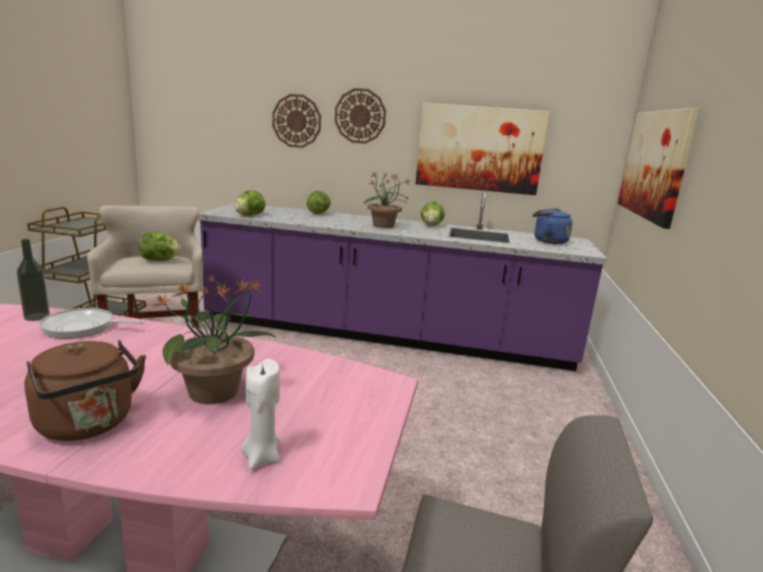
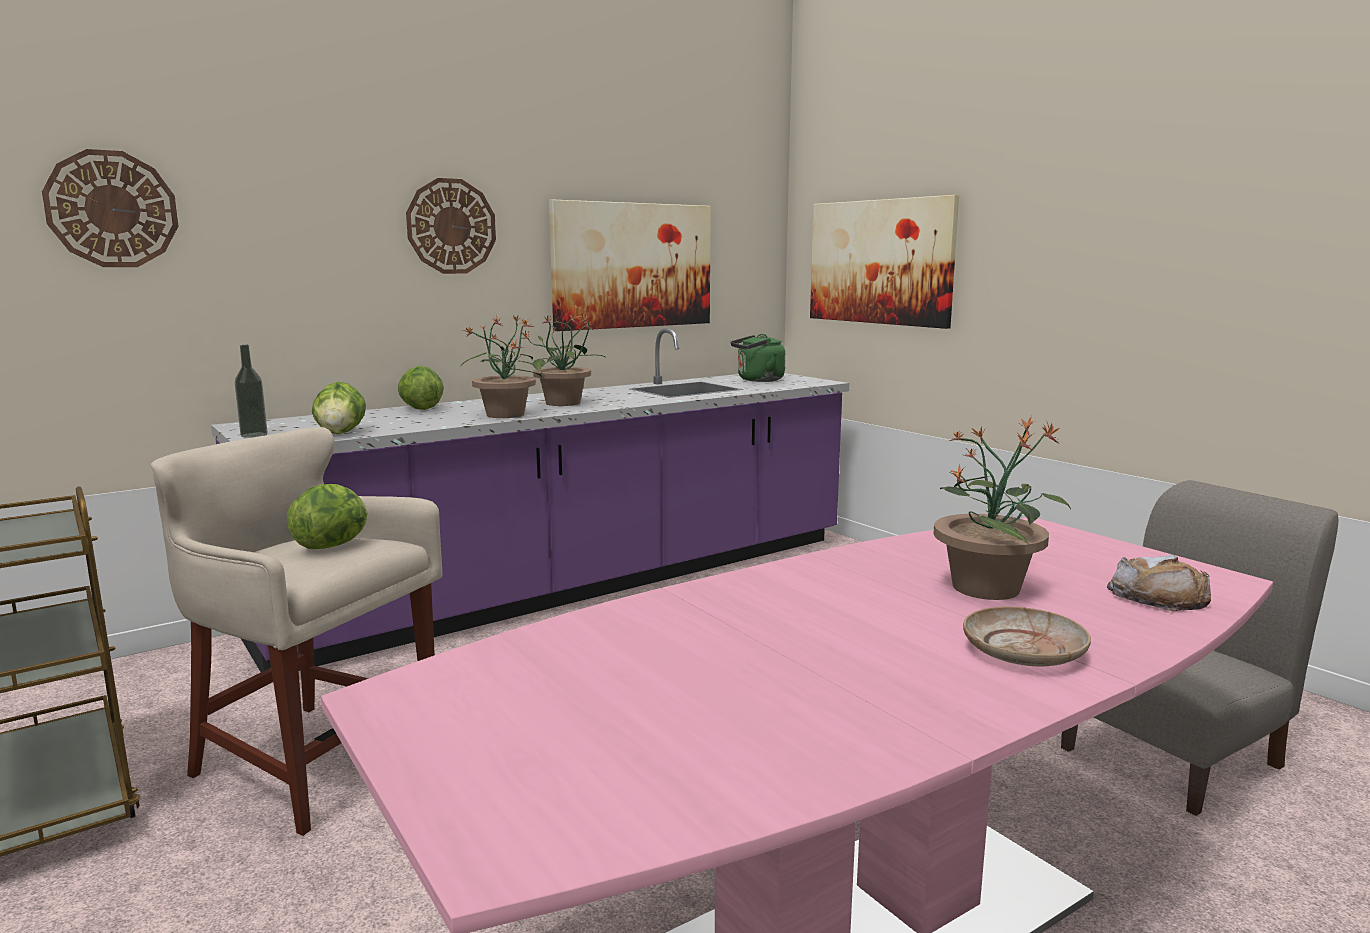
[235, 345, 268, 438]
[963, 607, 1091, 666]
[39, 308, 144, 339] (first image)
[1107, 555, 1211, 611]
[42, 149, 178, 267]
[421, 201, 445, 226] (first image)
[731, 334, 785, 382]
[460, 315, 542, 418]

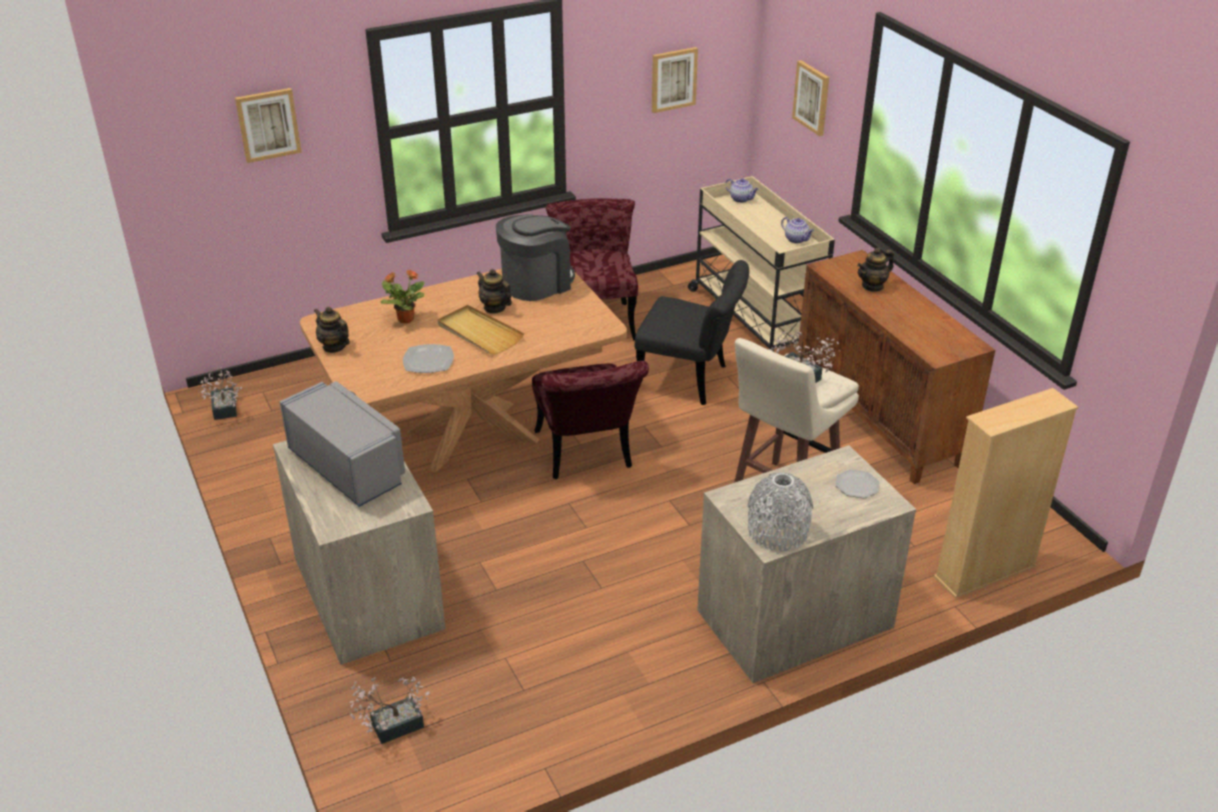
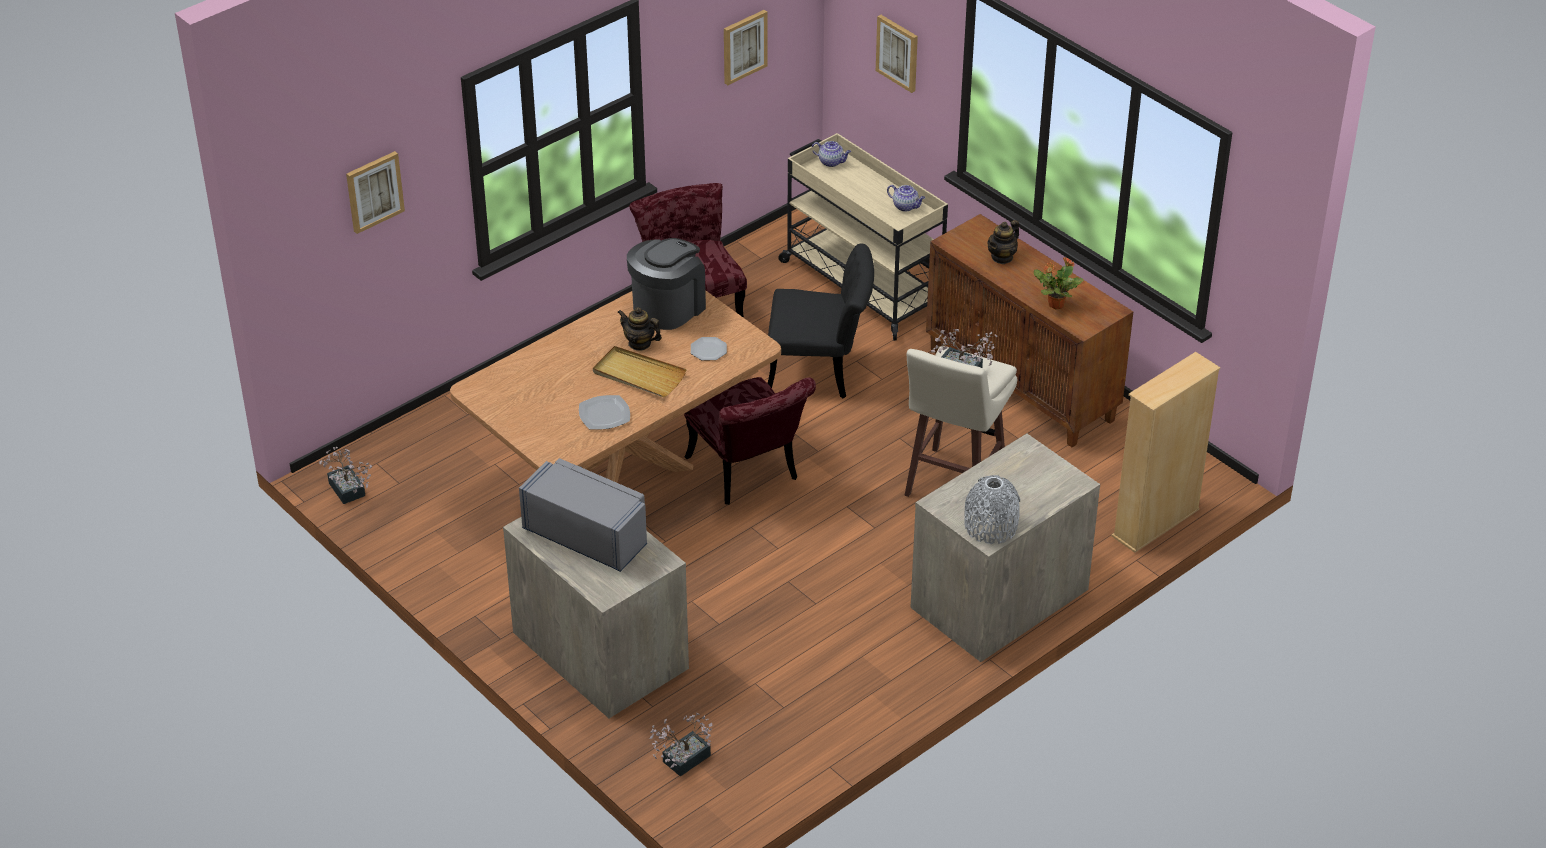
[314, 307, 350, 353] (first image)
[1034, 257, 1084, 309]
[691, 337, 727, 360]

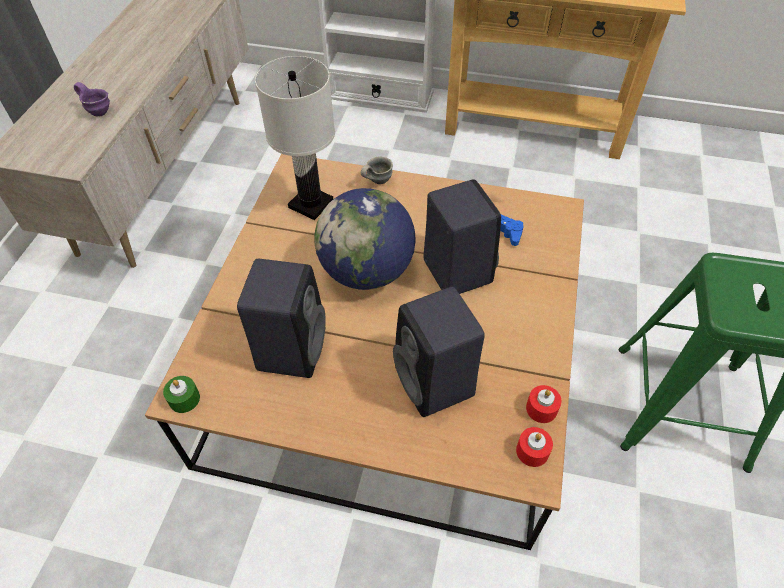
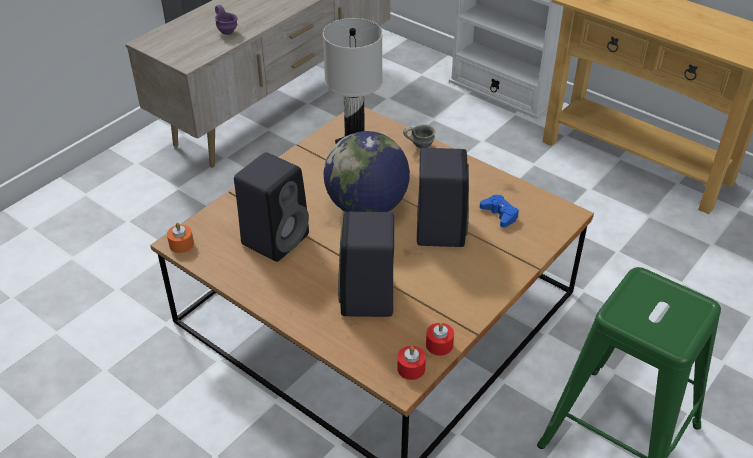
[167, 223, 194, 253]

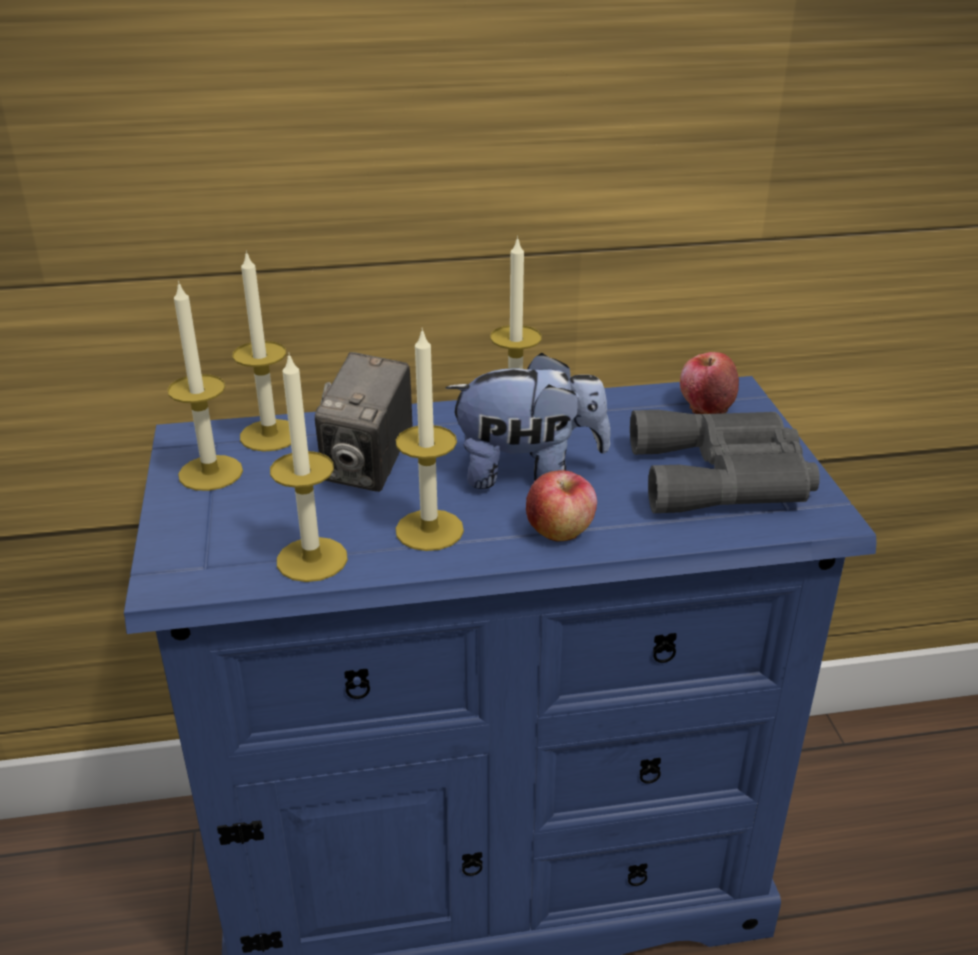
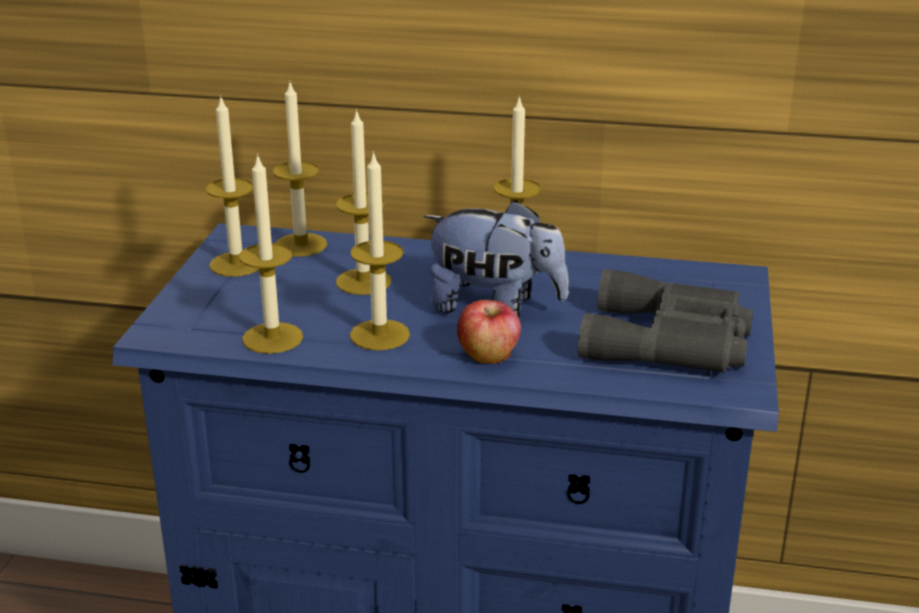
[336, 109, 391, 295]
[680, 352, 739, 414] (first image)

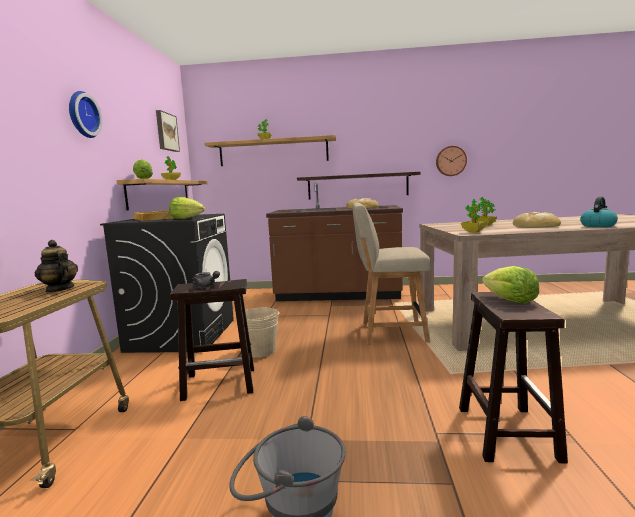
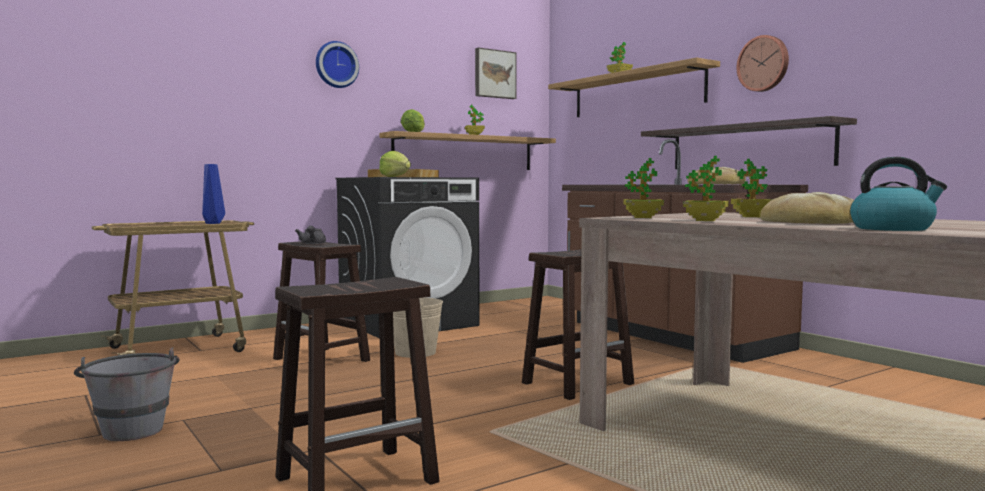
[202, 164, 225, 224]
[522, 249, 634, 400]
[737, 35, 789, 92]
[482, 266, 539, 303] (first image)
[683, 156, 729, 221]

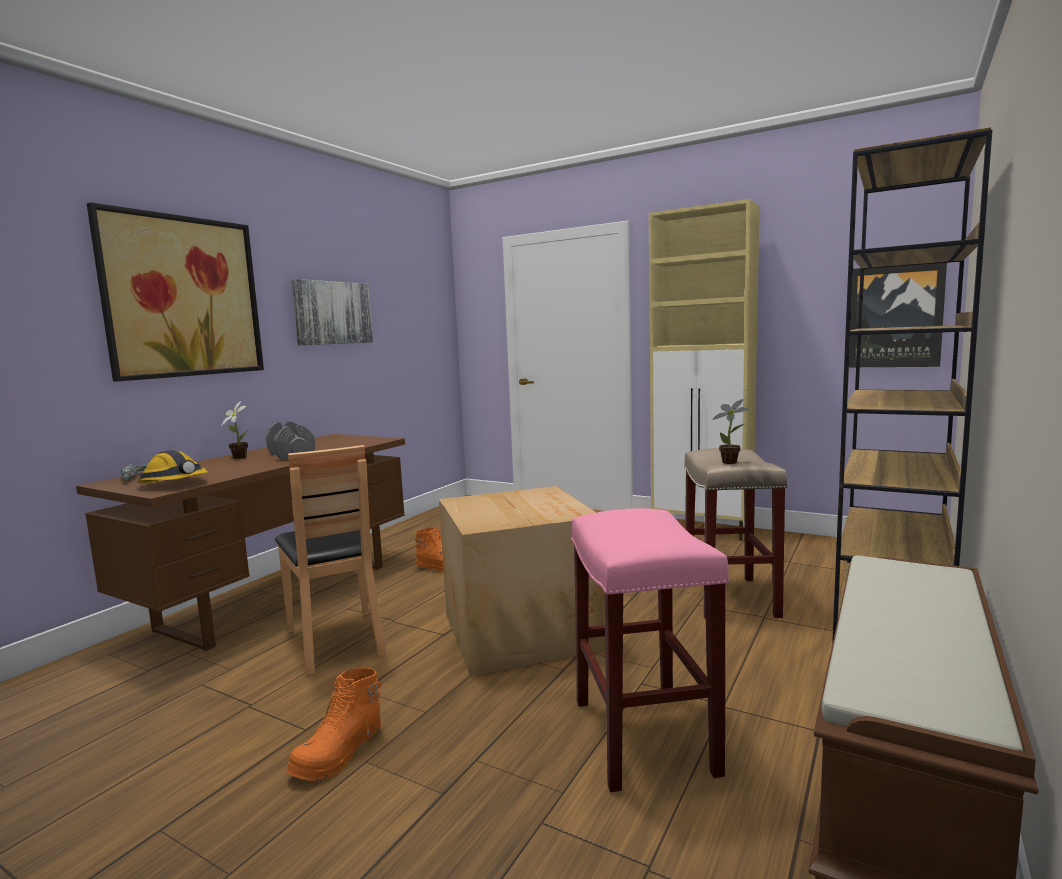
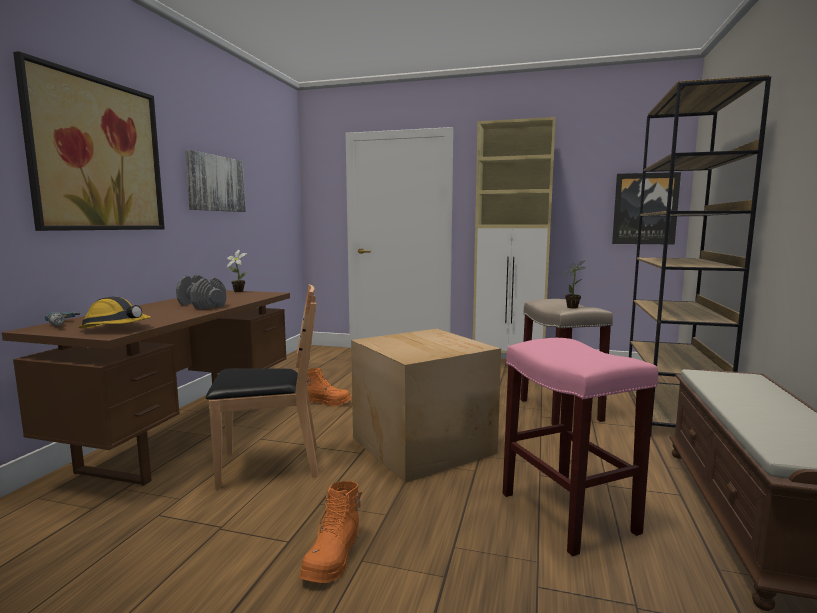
[227, 250, 248, 292]
[206, 284, 318, 489]

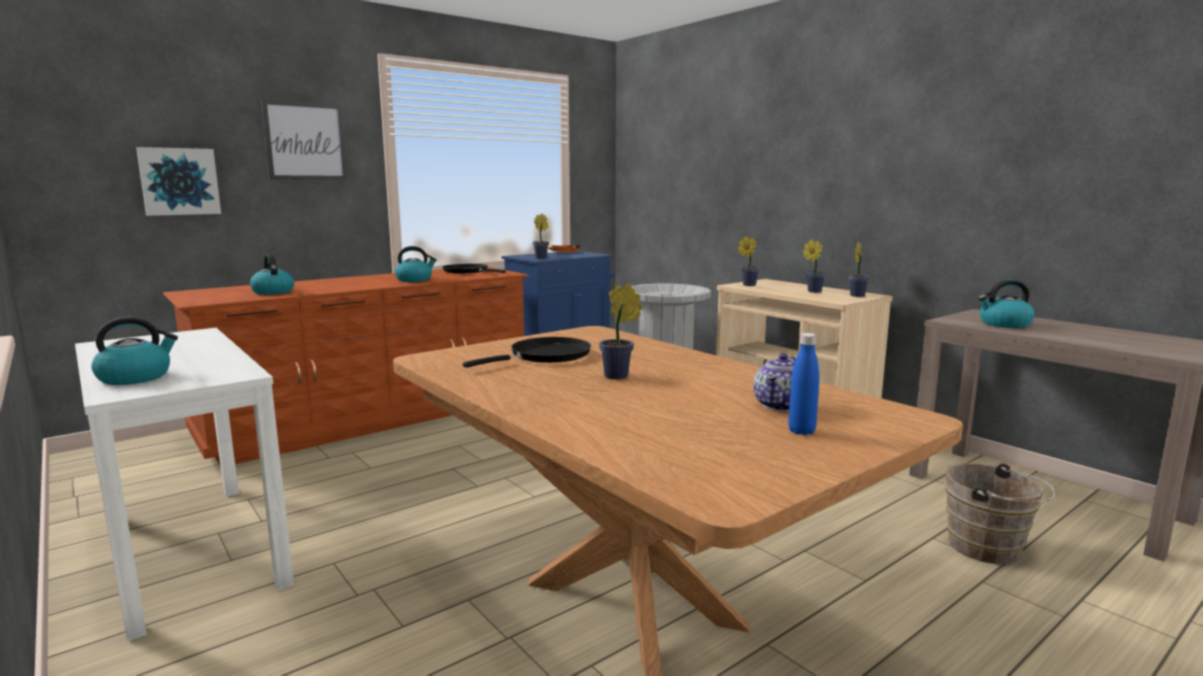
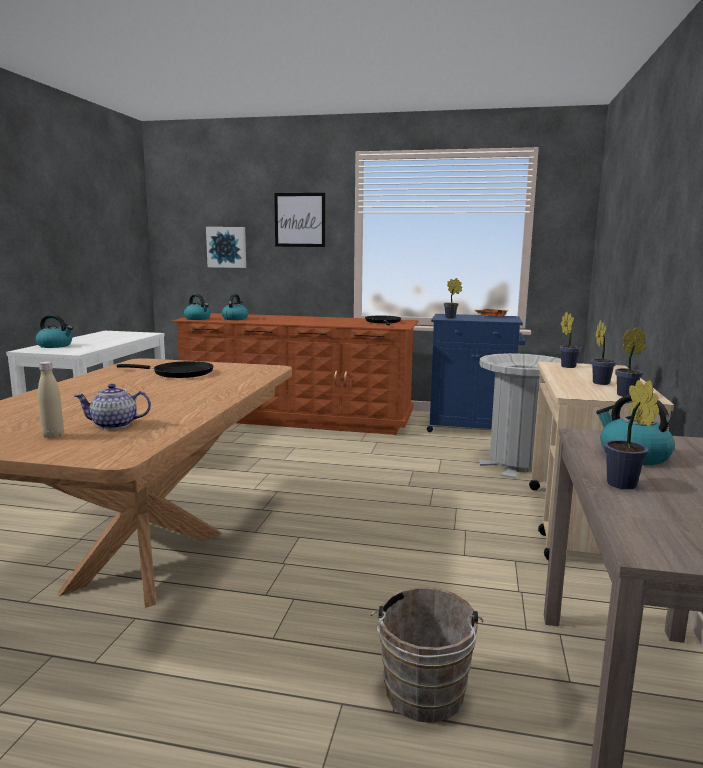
[184, 294, 211, 320]
[604, 380, 659, 489]
[38, 361, 64, 438]

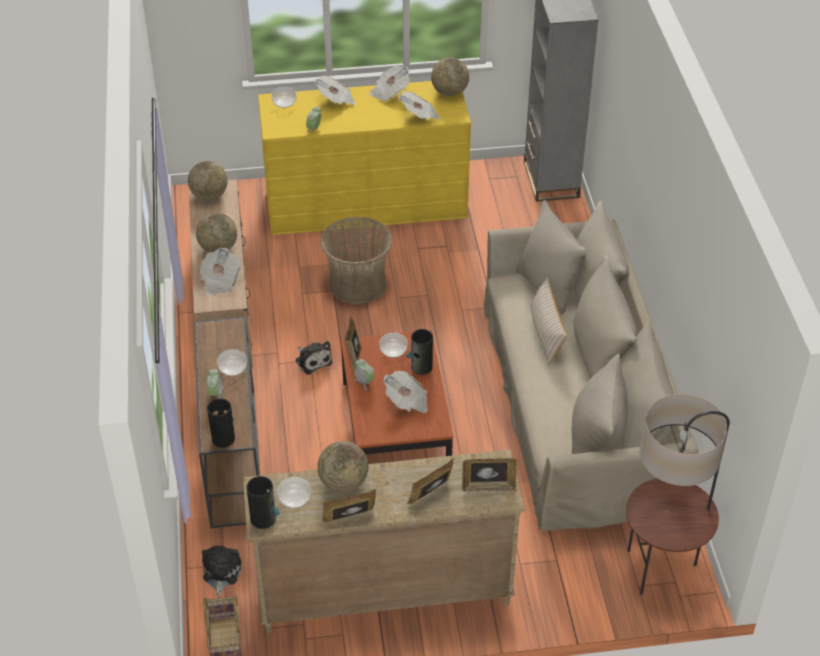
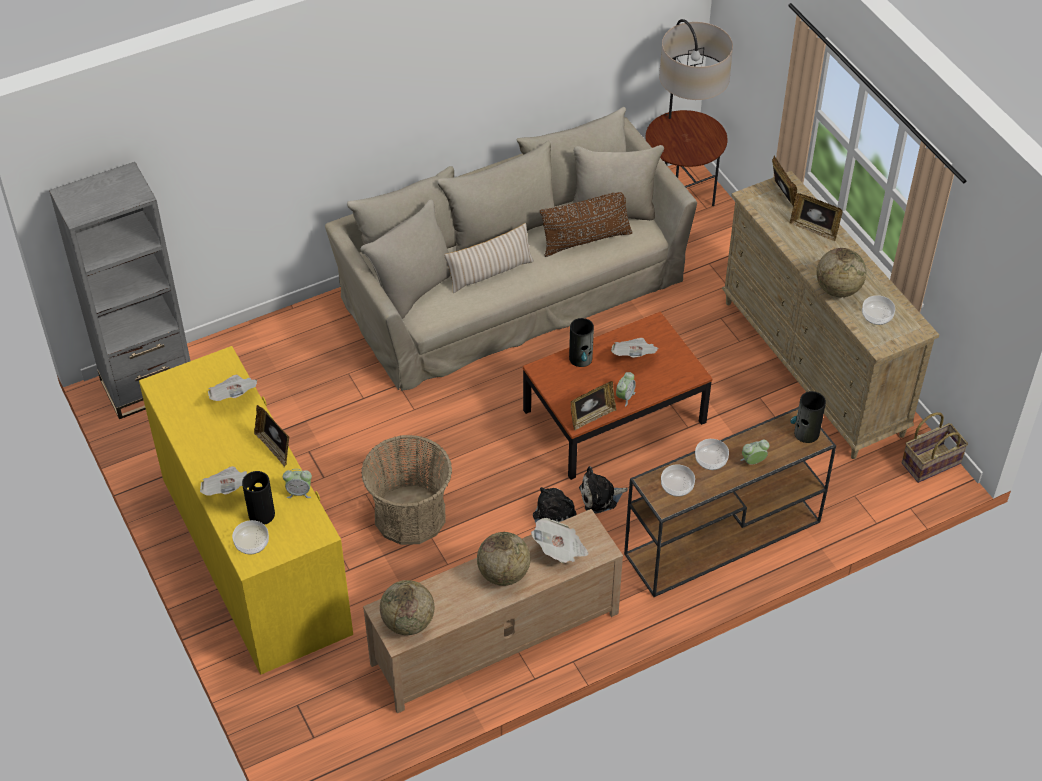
[579, 466, 628, 513]
[242, 471, 275, 525]
[254, 405, 289, 467]
[369, 65, 410, 102] (first image)
[661, 465, 695, 497]
[431, 57, 469, 96] (first image)
[540, 192, 633, 257]

